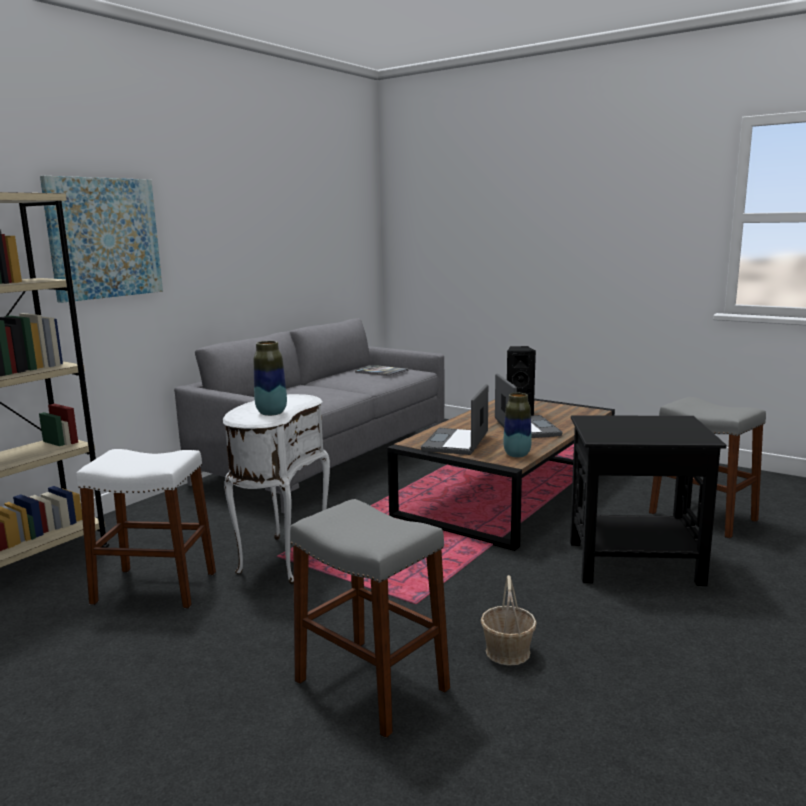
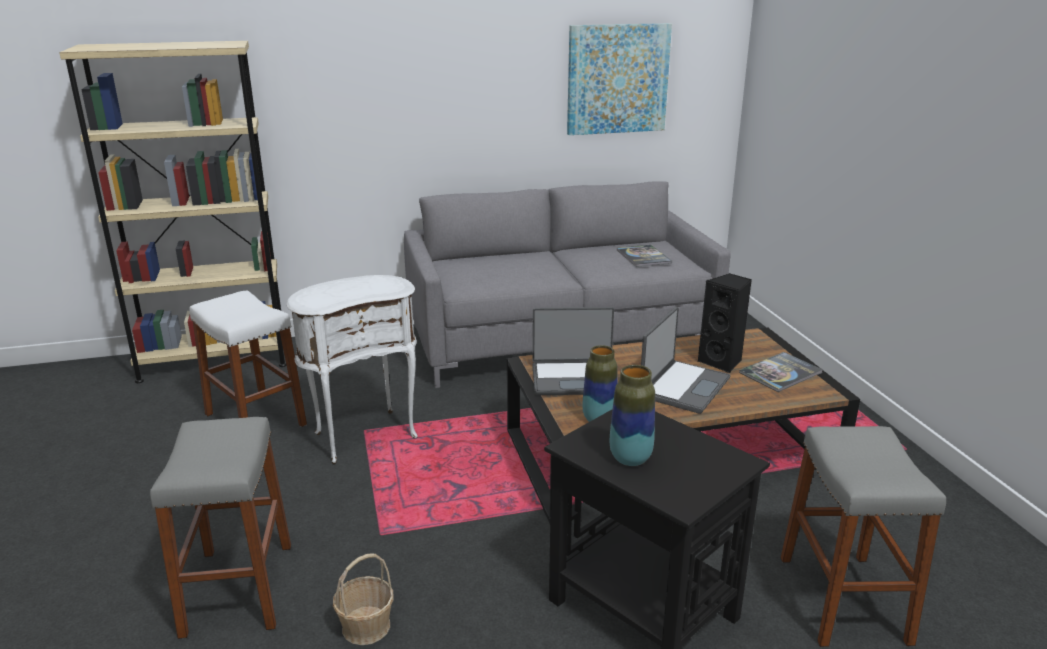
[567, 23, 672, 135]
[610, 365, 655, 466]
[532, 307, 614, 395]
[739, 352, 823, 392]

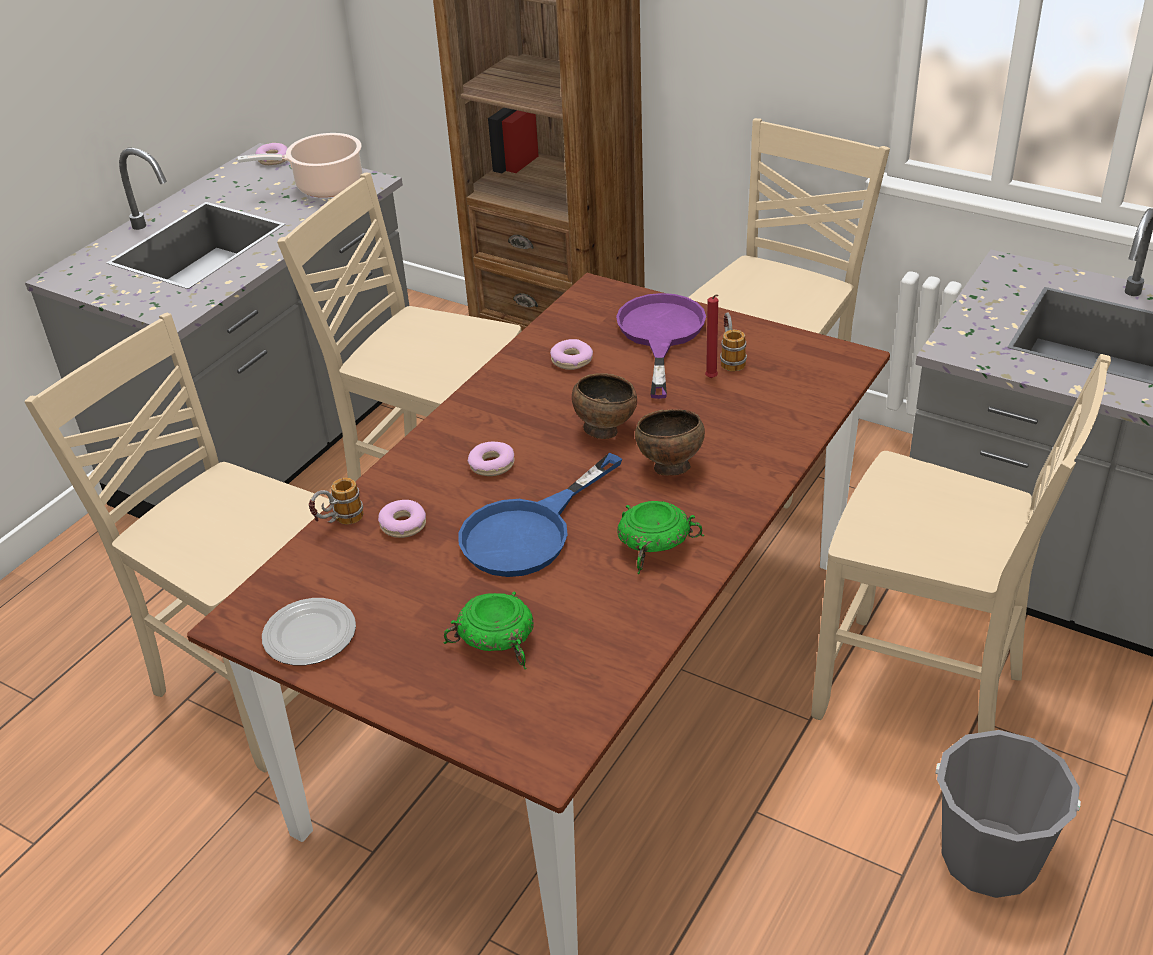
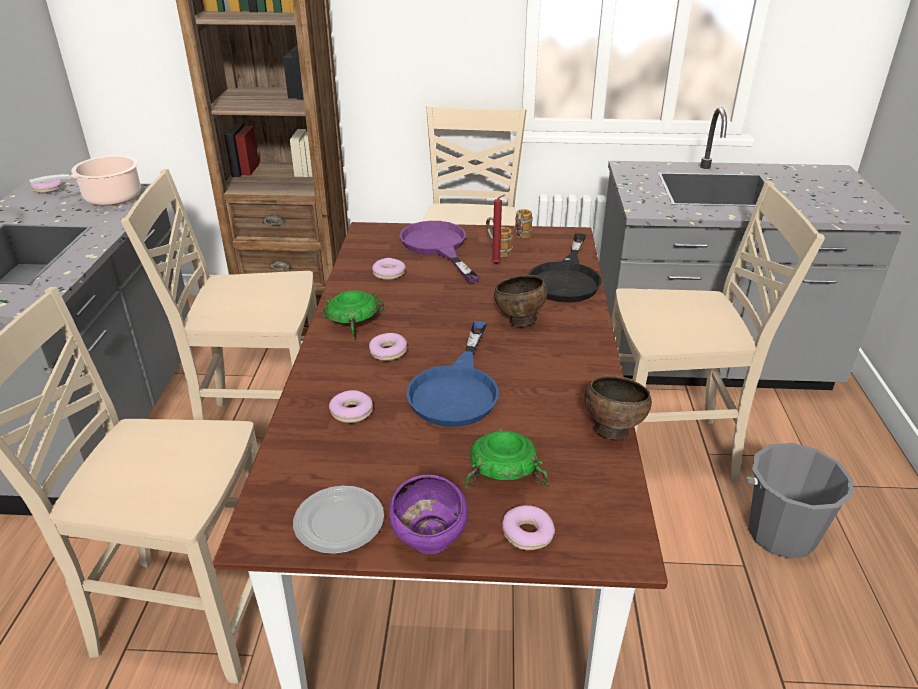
[514, 209, 533, 238]
[584, 375, 652, 440]
[323, 290, 385, 340]
[389, 475, 468, 554]
[502, 505, 555, 550]
[528, 233, 602, 303]

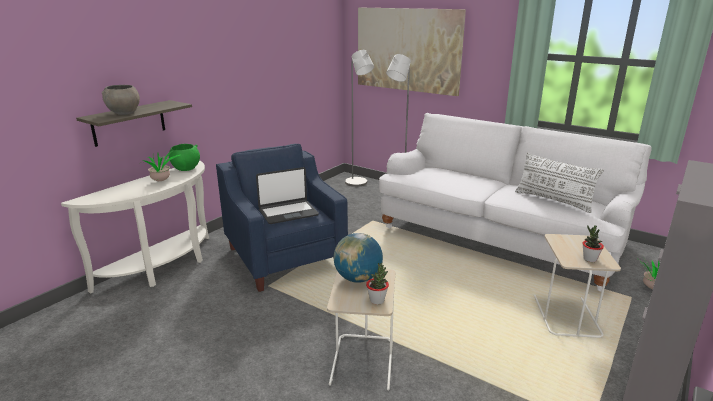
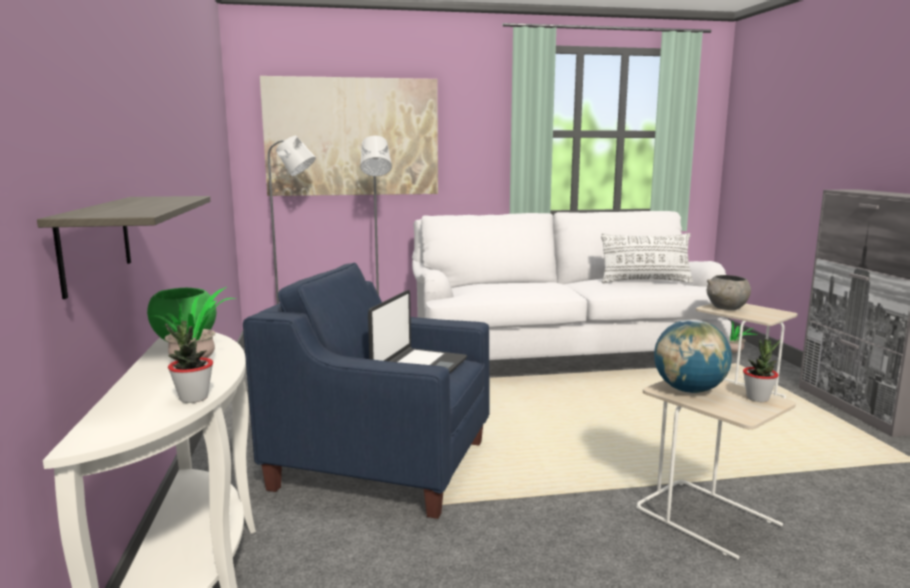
[707, 275, 751, 310]
[165, 321, 213, 403]

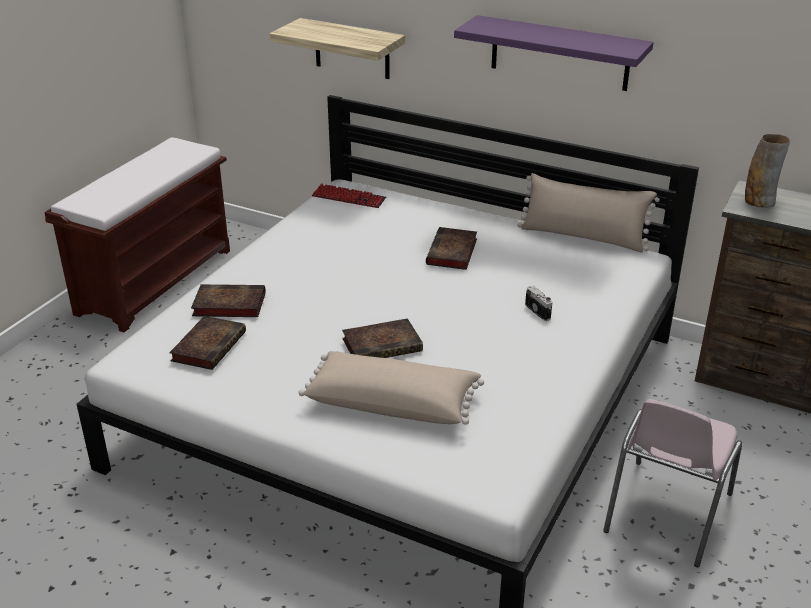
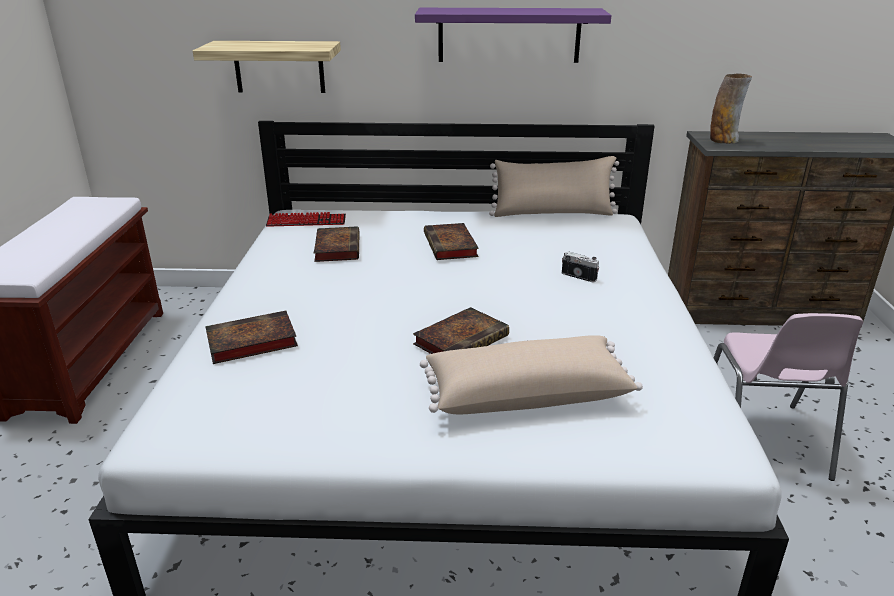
[314, 226, 360, 262]

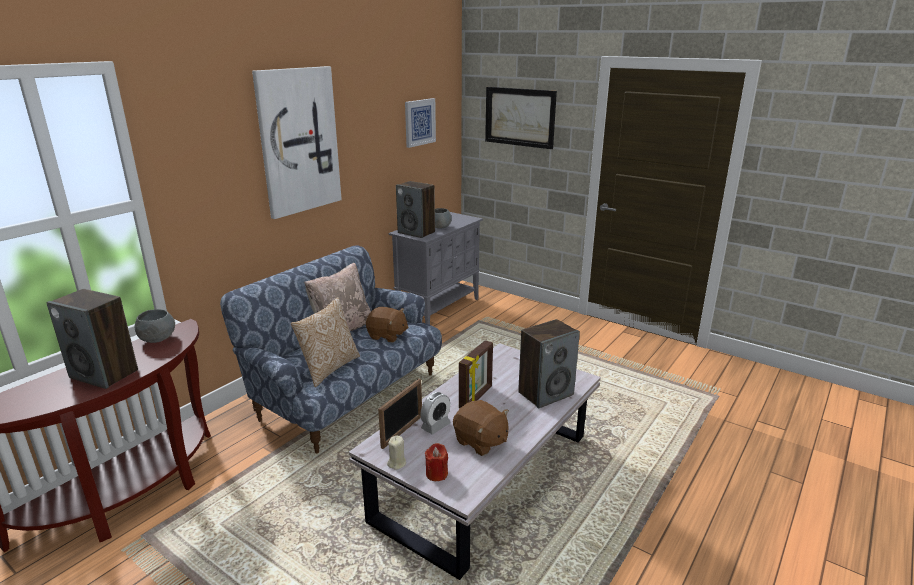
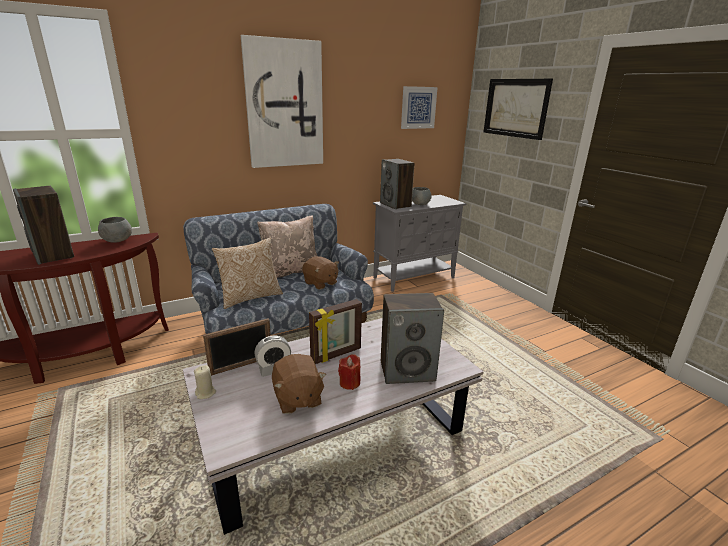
[338, 354, 361, 390]

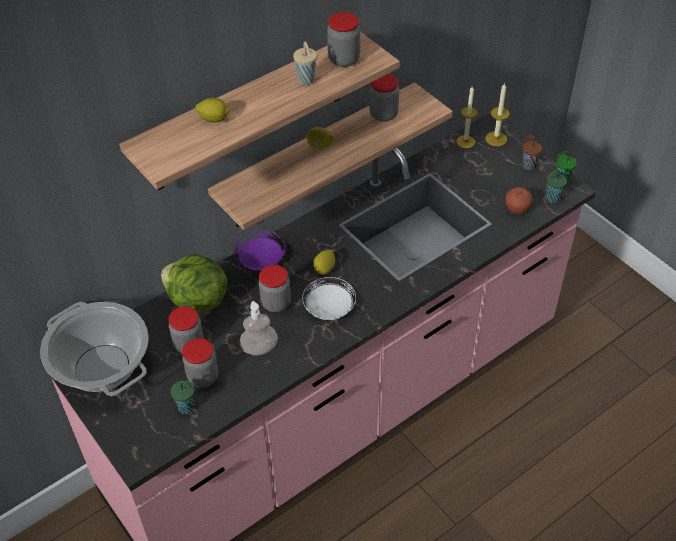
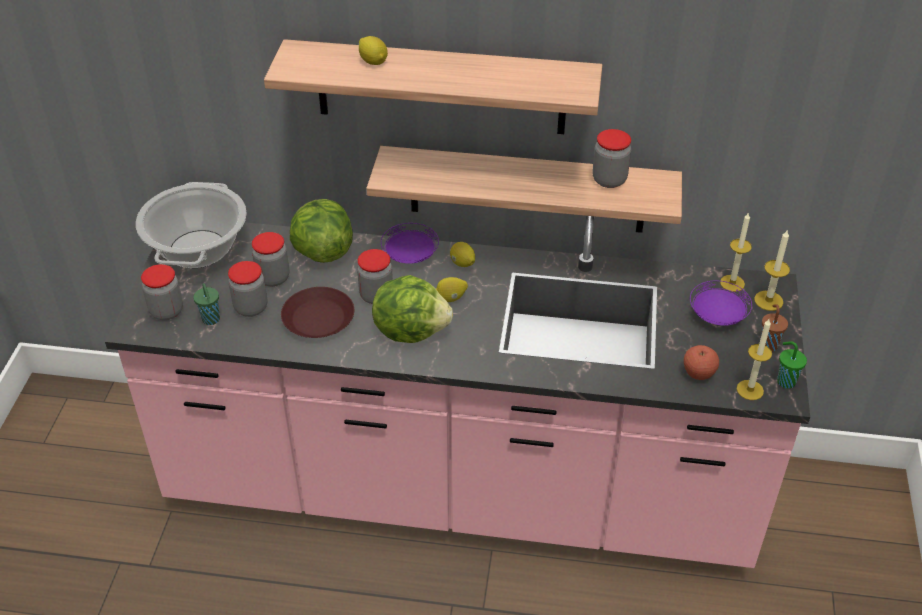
[281, 287, 354, 338]
[293, 41, 317, 85] (first image)
[372, 275, 453, 343]
[450, 242, 475, 267]
[141, 264, 183, 320]
[737, 319, 772, 400]
[690, 280, 752, 326]

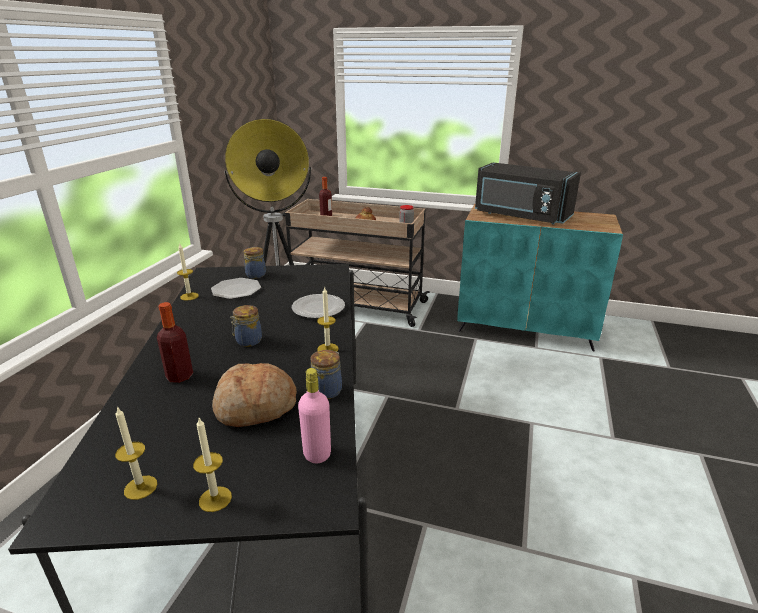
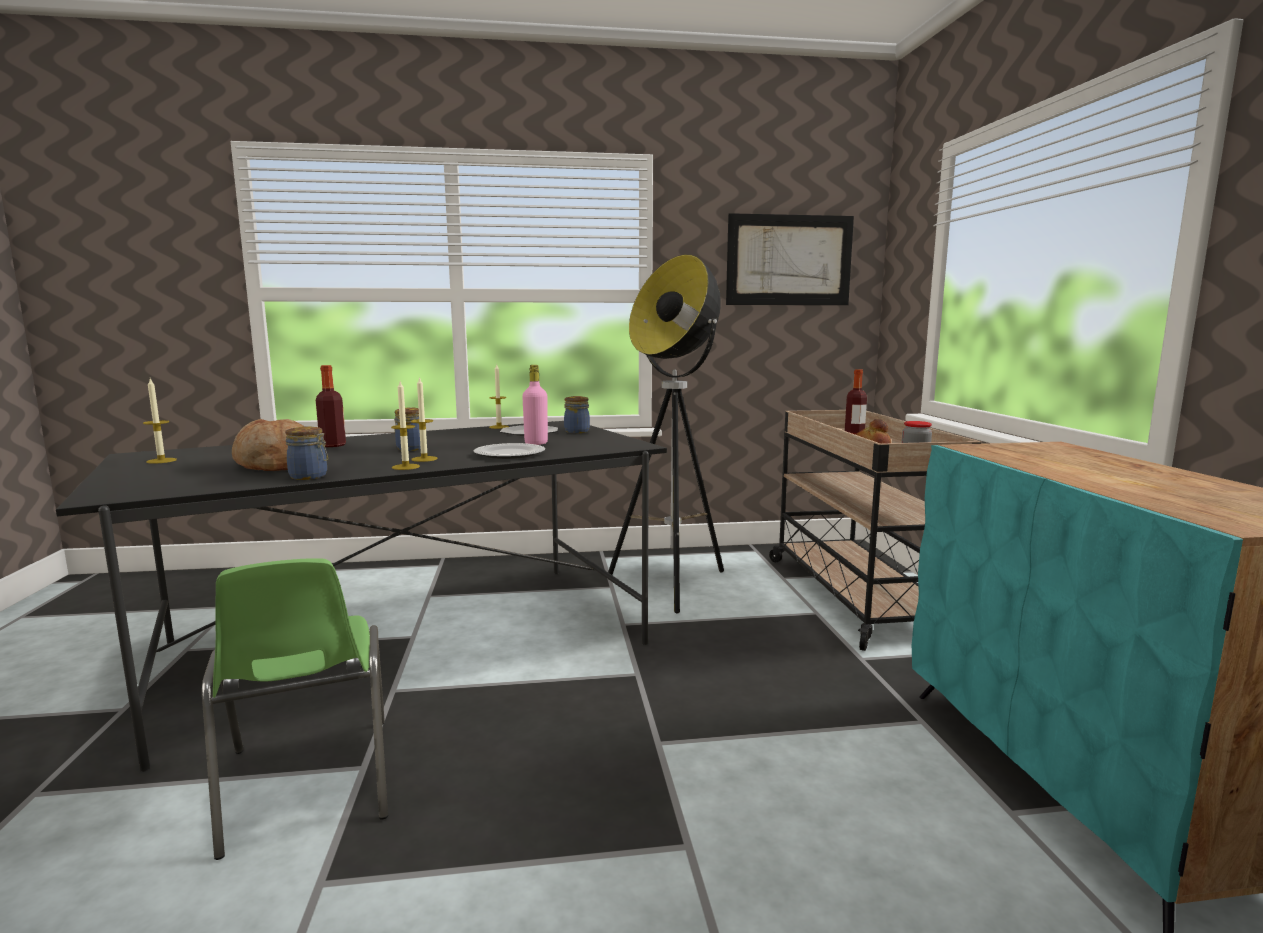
[411, 377, 438, 462]
[522, 365, 548, 445]
[475, 162, 581, 225] (first image)
[202, 558, 388, 860]
[726, 213, 854, 305]

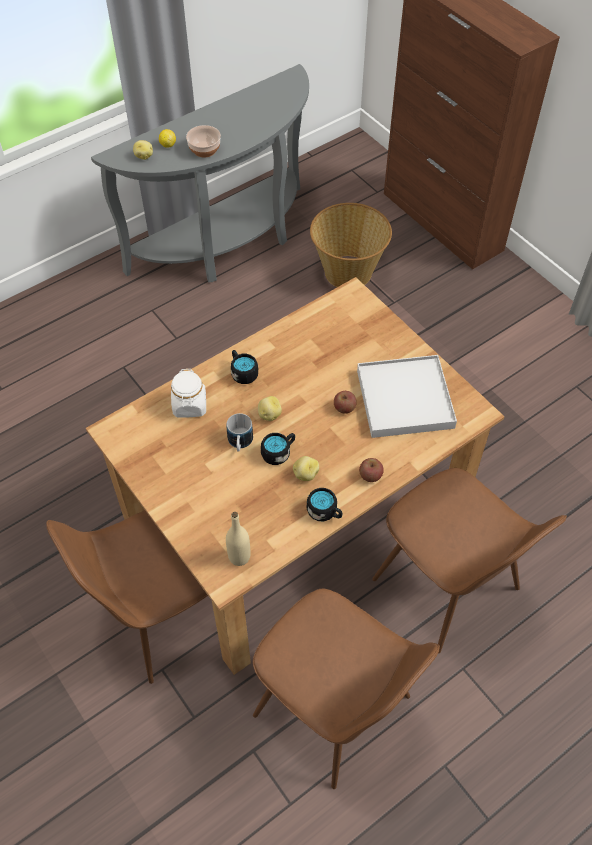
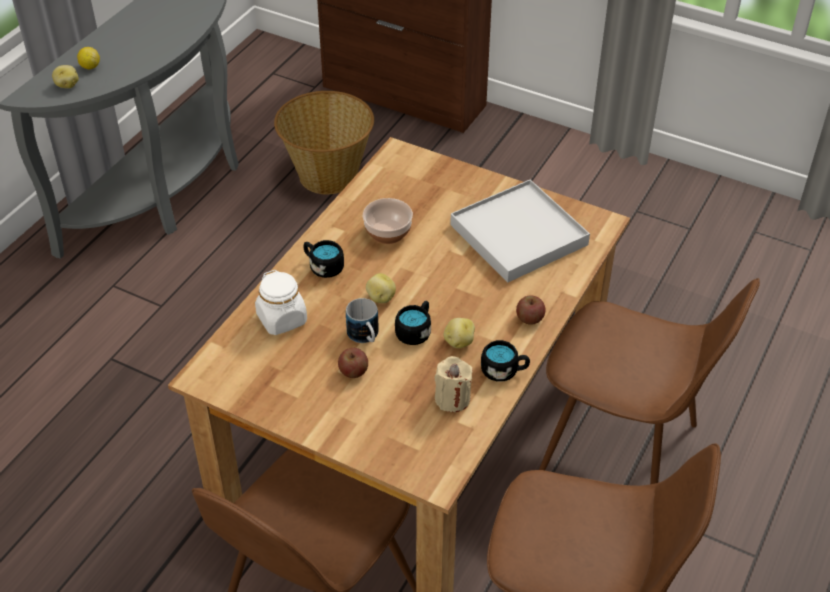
[363, 198, 413, 244]
[226, 512, 250, 566] (first image)
[338, 348, 368, 378]
[435, 356, 473, 412]

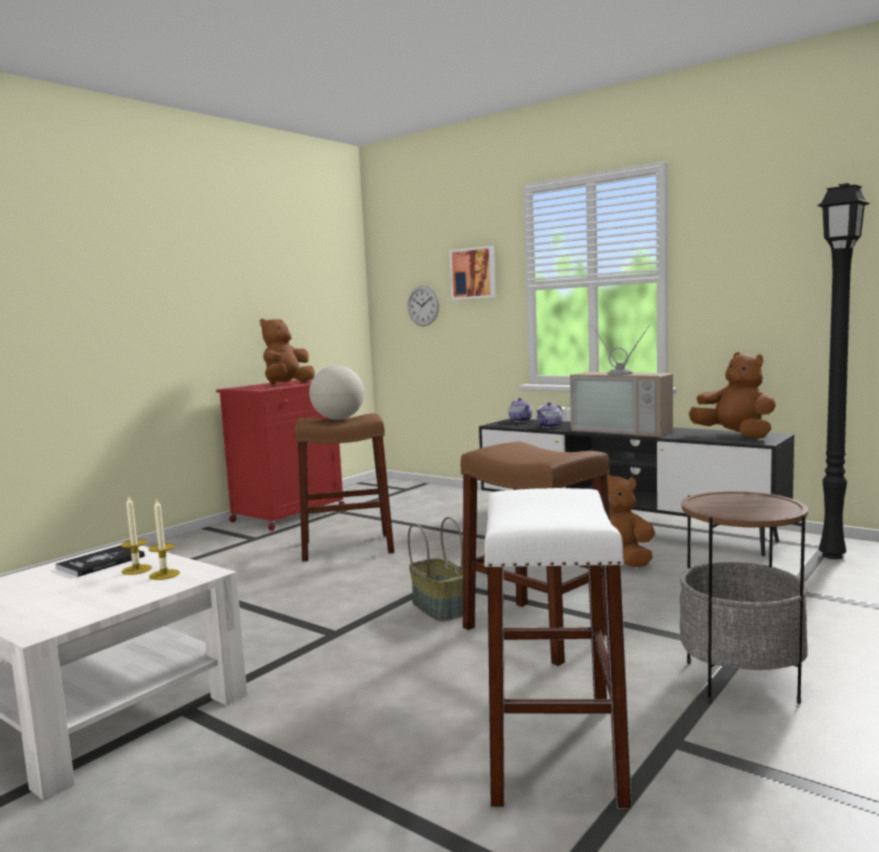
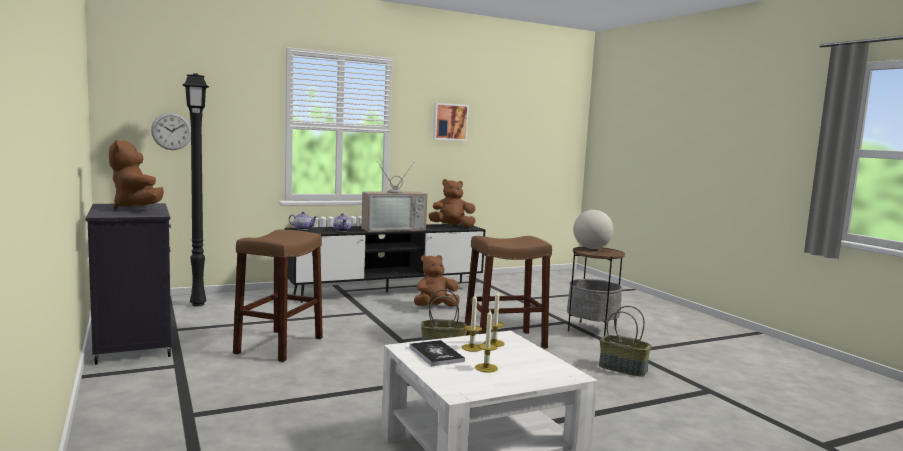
[86, 203, 171, 365]
[573, 210, 614, 249]
[433, 103, 469, 141]
[599, 306, 651, 377]
[182, 73, 209, 306]
[475, 309, 498, 373]

